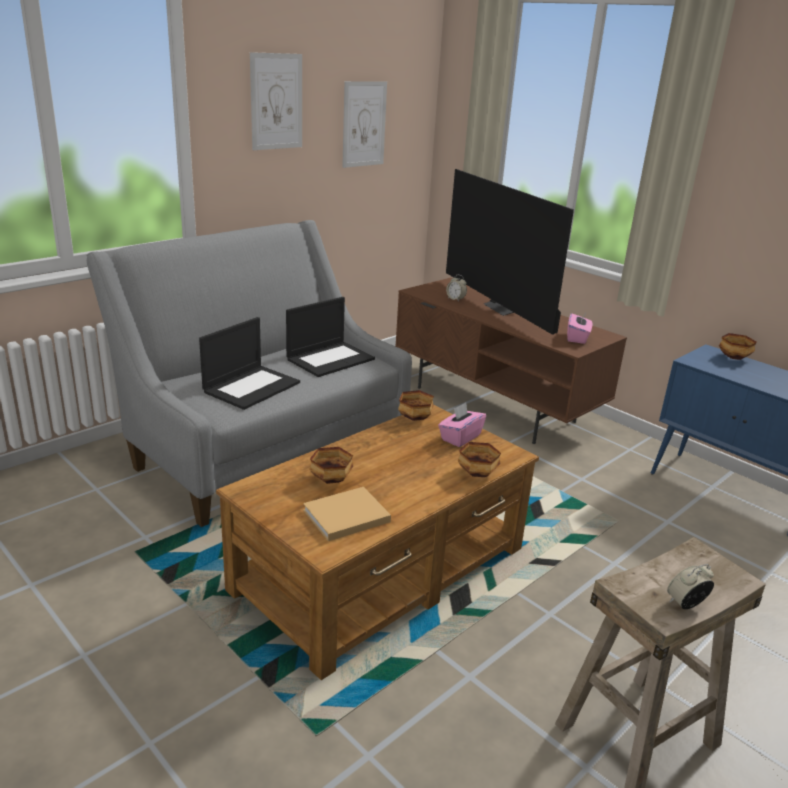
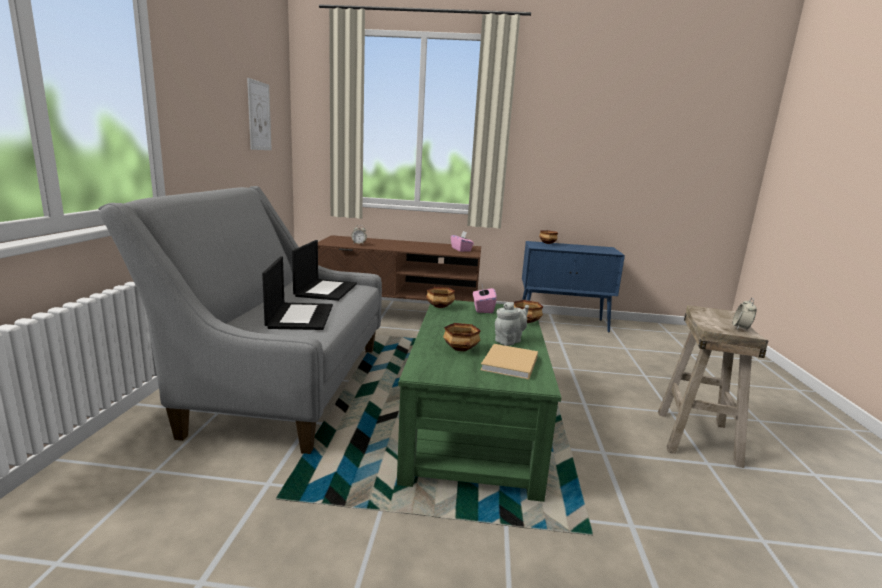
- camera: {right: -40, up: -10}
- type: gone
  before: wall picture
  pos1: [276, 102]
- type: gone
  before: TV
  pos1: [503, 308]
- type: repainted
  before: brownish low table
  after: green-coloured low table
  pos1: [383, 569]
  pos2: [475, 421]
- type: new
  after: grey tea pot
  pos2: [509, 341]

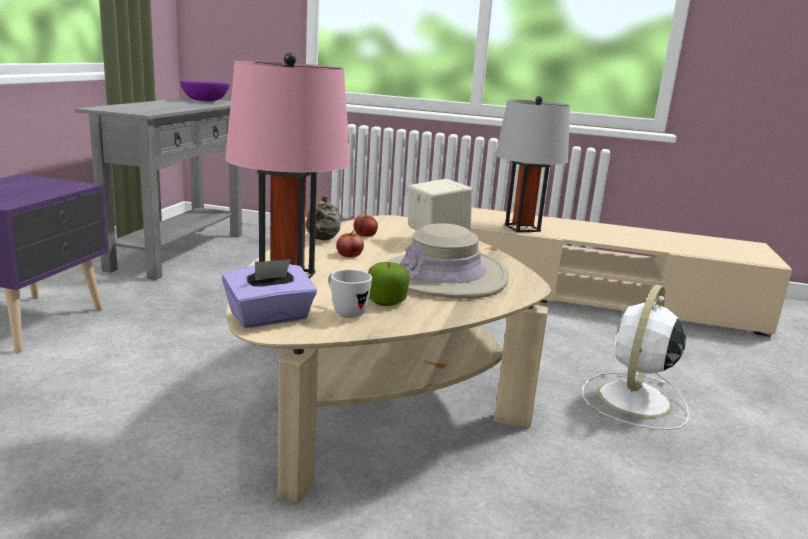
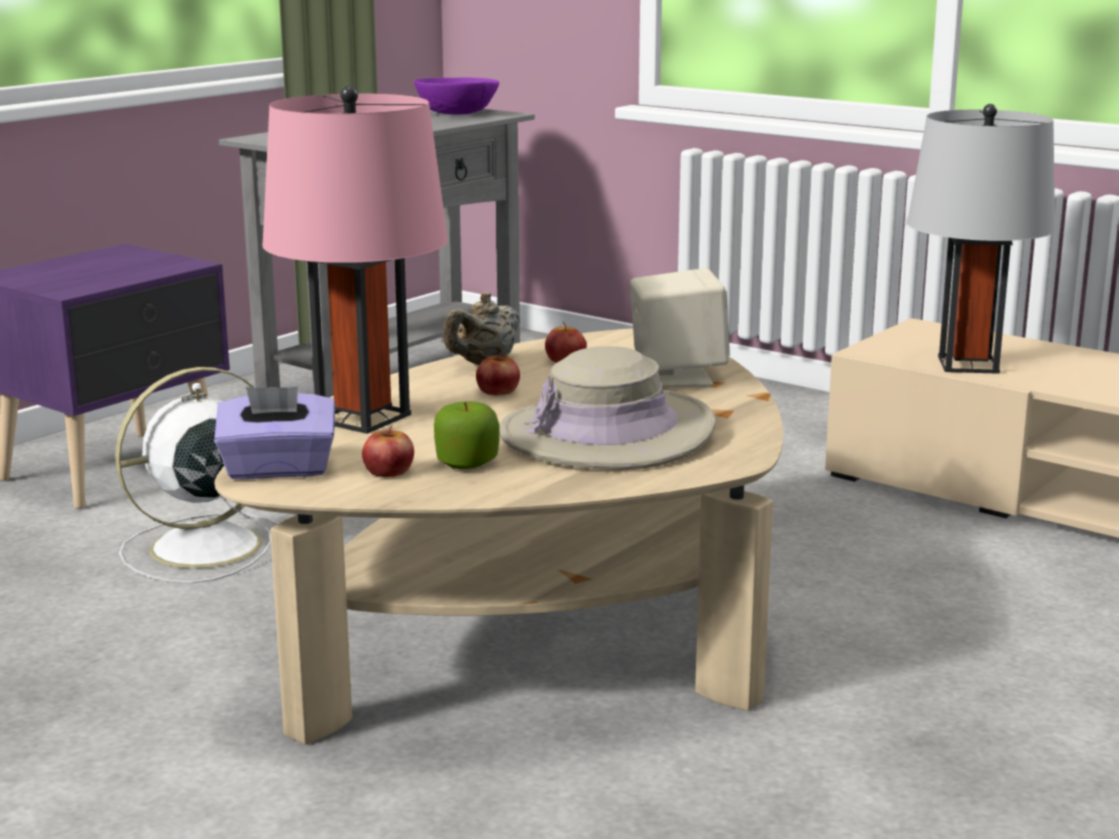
- camera: {right: 25, up: 0}
- type: swapped
  before: whitish mug
  after: whole apple
  pos1: [345, 312]
  pos2: [388, 471]
- type: shifted
  before: whitish fan
  pos1: [633, 400]
  pos2: [200, 548]

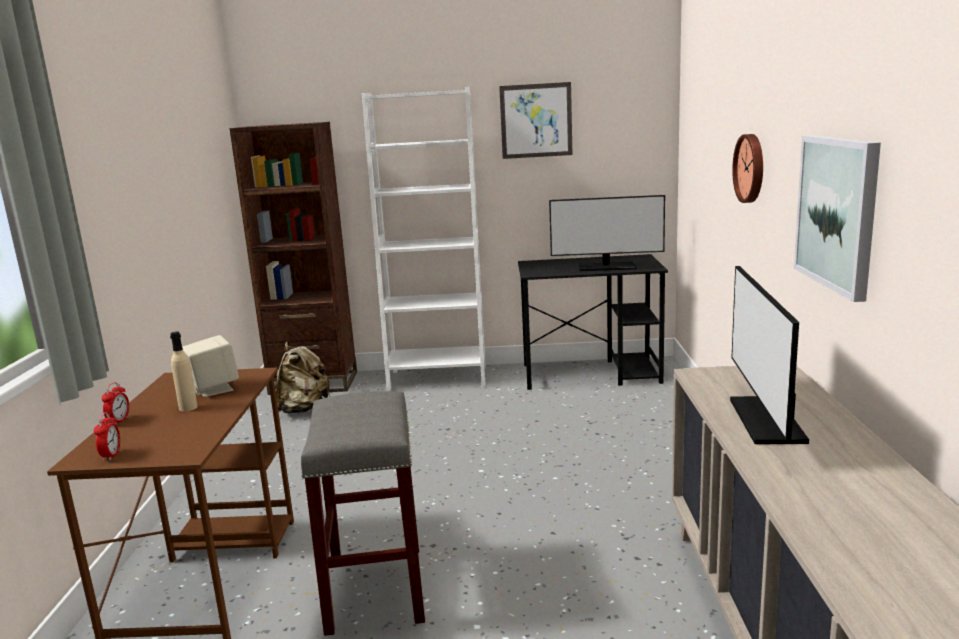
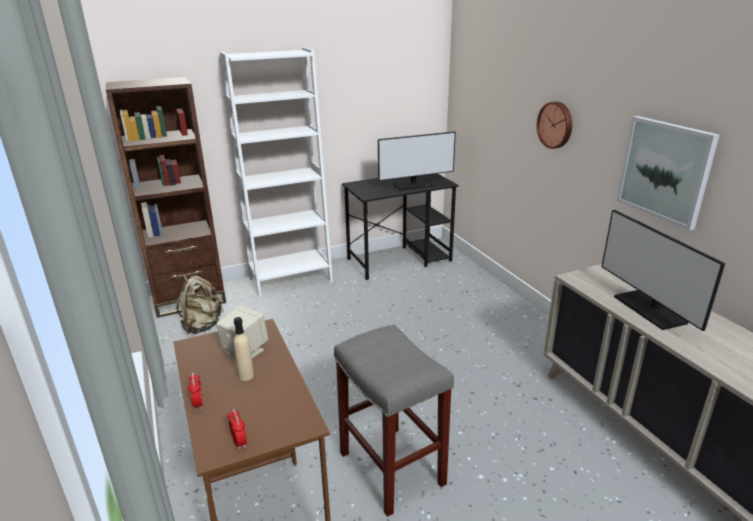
- camera: {right: -25, up: 10}
- type: gone
  before: wall picture
  pos1: [536, 120]

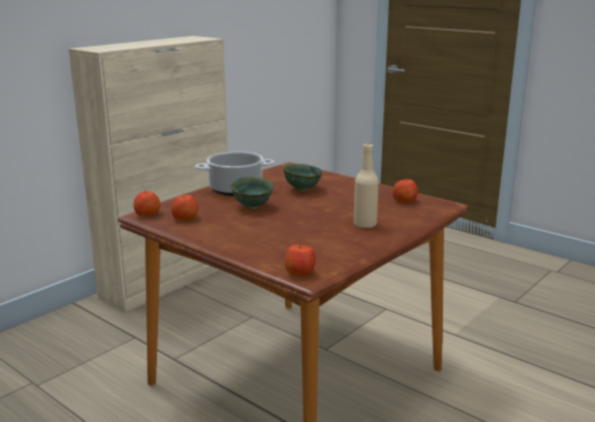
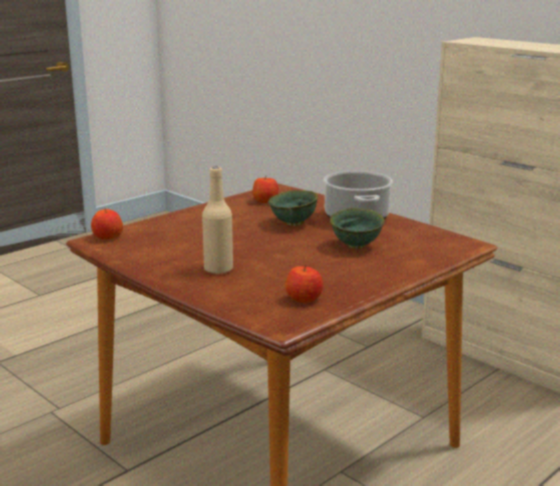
- camera: {right: 95, up: 0}
- type: gone
  before: whole apple
  pos1: [147, 214]

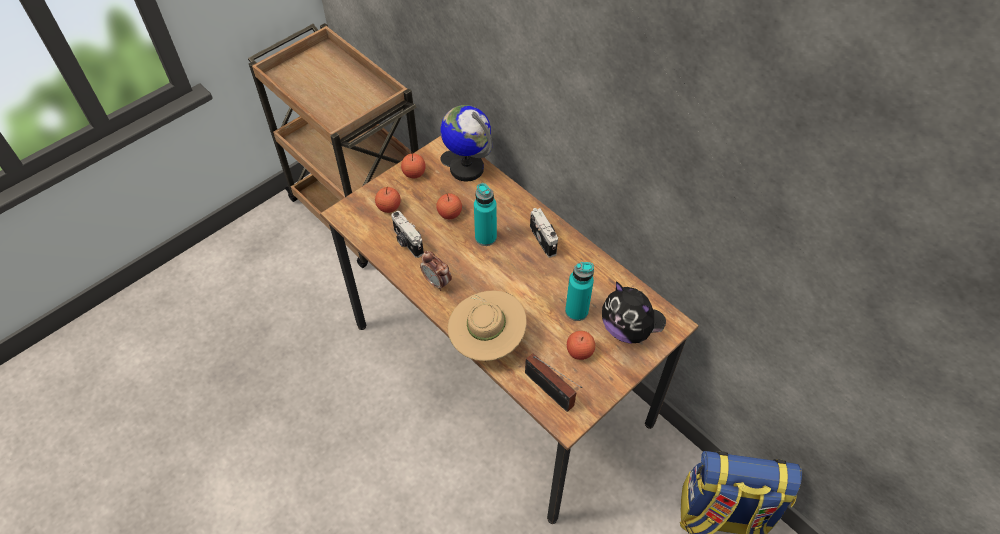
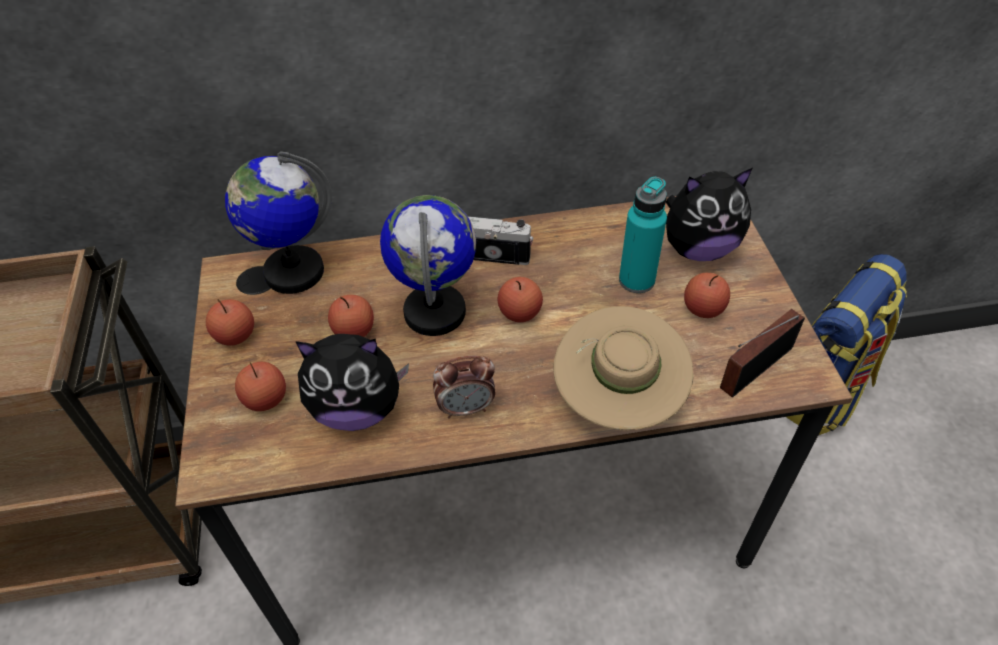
- camera: {right: -55, up: -5}
- type: swapped
  before: blue-green drink bottle
  after: globe
  pos1: [485, 237]
  pos2: [435, 312]
- type: swapped
  before: photo camera
  after: plush toy
  pos1: [407, 242]
  pos2: [357, 409]
- type: rotated
  before: radio set
  pos1: [551, 392]
  pos2: [751, 370]
  turn: 150
- type: new
  after: whole apple
  pos2: [520, 313]

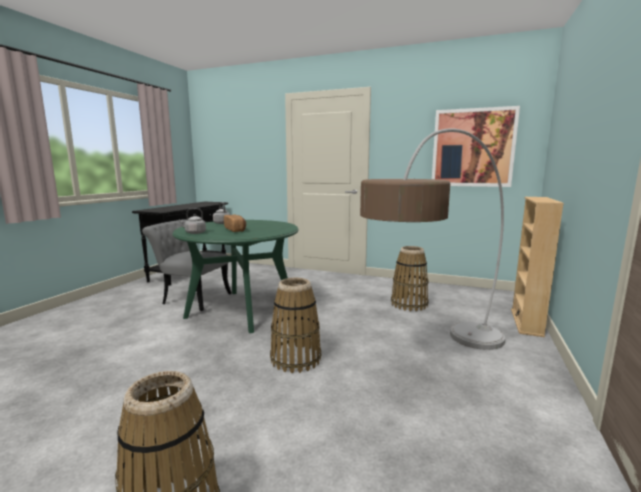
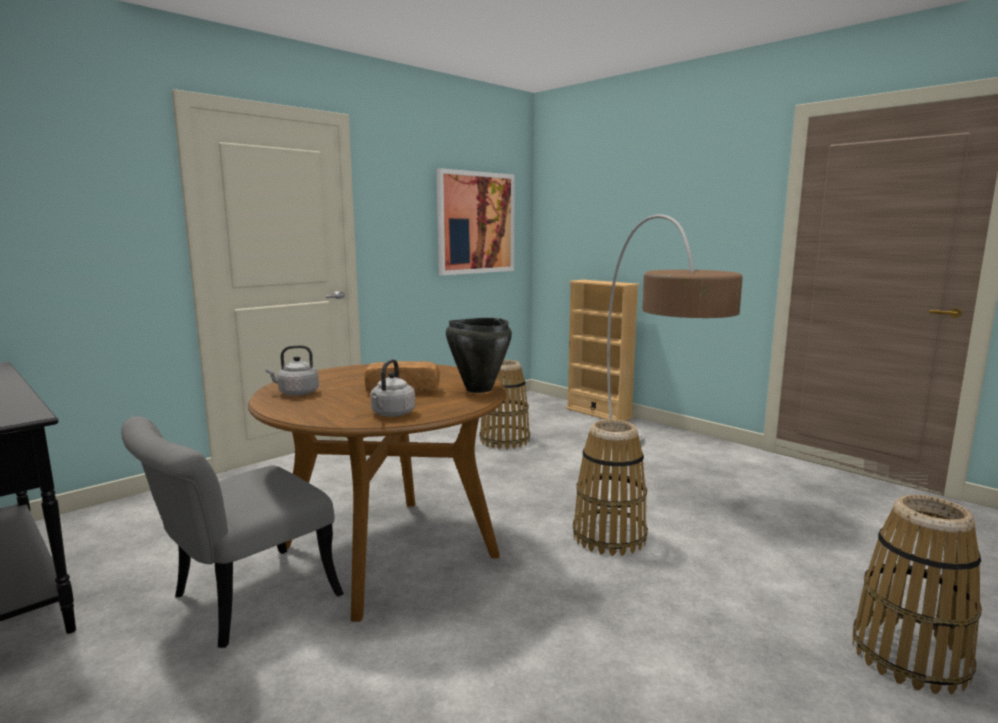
- camera: {right: -65, up: 0}
- type: repainted
  before: green-coloured dinner table
  after: brownish dinner table
  pos1: [241, 310]
  pos2: [388, 552]
- type: new
  after: blackish saucepot
  pos2: [478, 389]

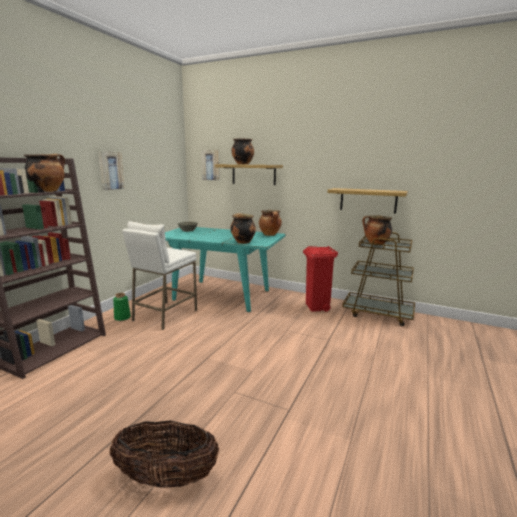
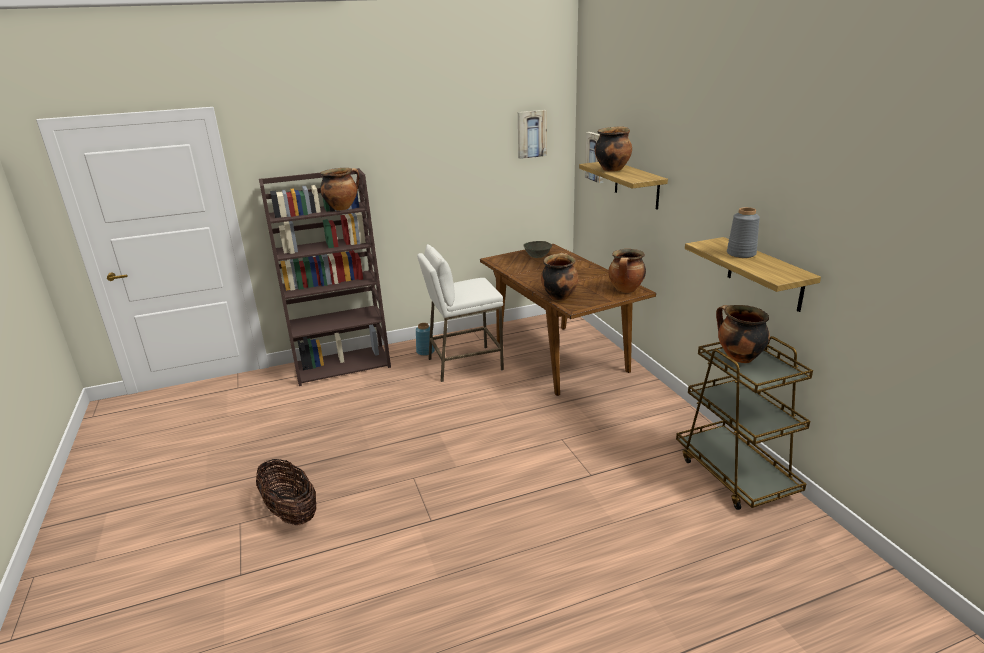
- camera: {right: 45, up: 10}
- type: shifted
  before: wall picture
  pos1: [110, 170]
  pos2: [531, 134]
- type: repainted
  before: blue-green dinner table
  after: brownish dinner table
  pos1: [221, 295]
  pos2: [559, 357]
- type: gone
  before: reddish trash can
  pos1: [317, 307]
- type: repainted
  before: green-coloured decorative vase
  after: blue-coloured decorative vase
  pos1: [122, 317]
  pos2: [425, 351]
- type: new
  after: grey decorative vase
  pos2: [741, 254]

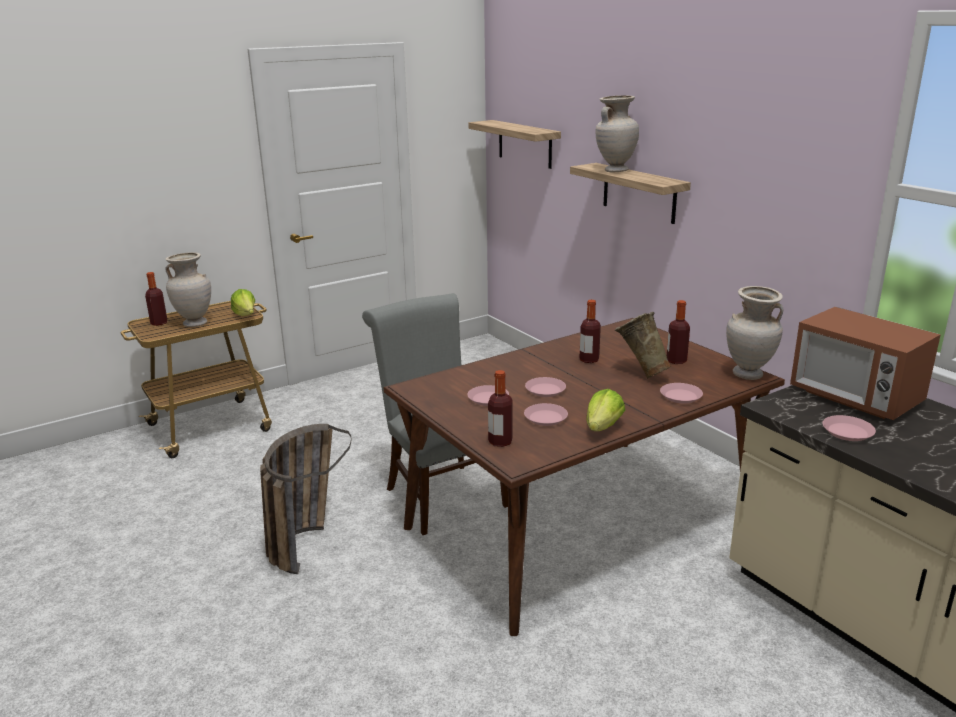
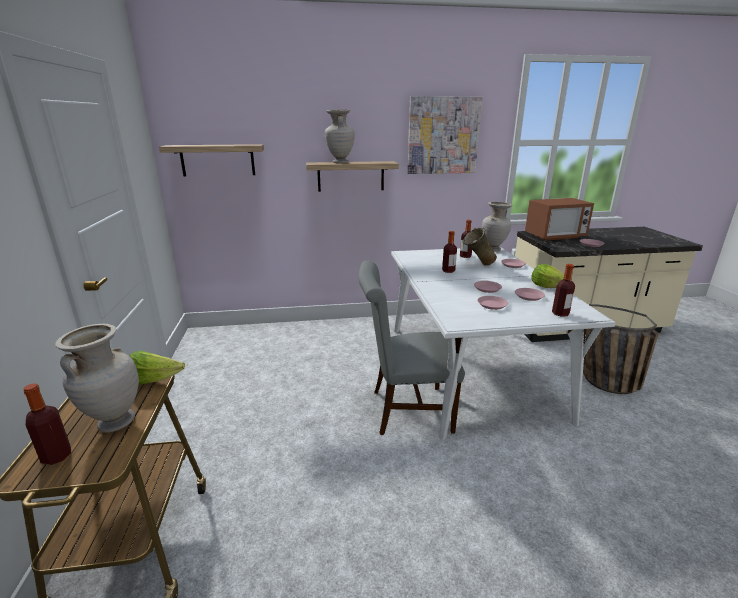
- camera: {right: -65, up: 0}
- type: repainted
  before: brownish dinner table
  after: whitish dinner table
  pos1: [578, 524]
  pos2: [470, 370]
- type: shifted
  before: household basket
  pos1: [305, 540]
  pos2: [597, 380]
- type: new
  after: wall picture
  pos2: [443, 136]

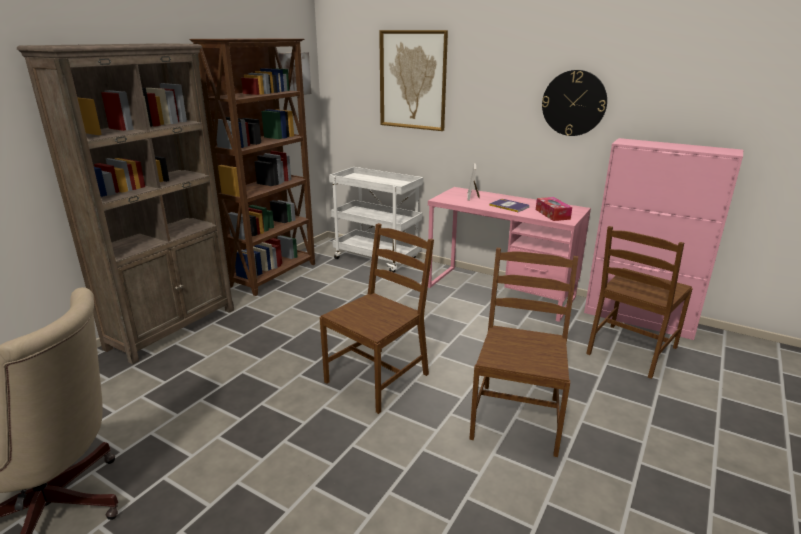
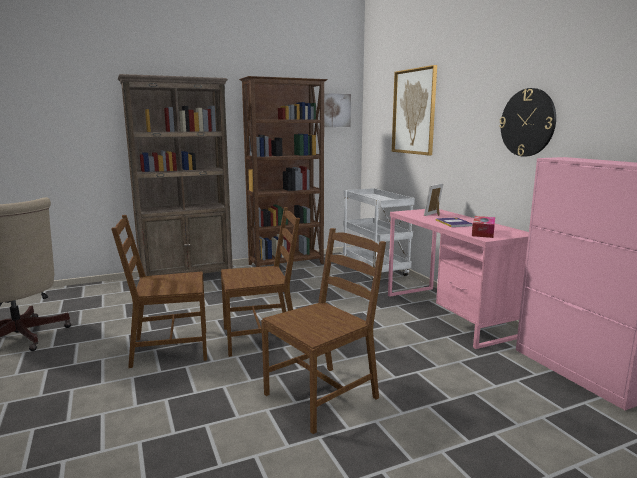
- camera: {right: 35, up: -10}
- type: shifted
  before: brownish upright chair
  pos1: [631, 350]
  pos2: [169, 349]

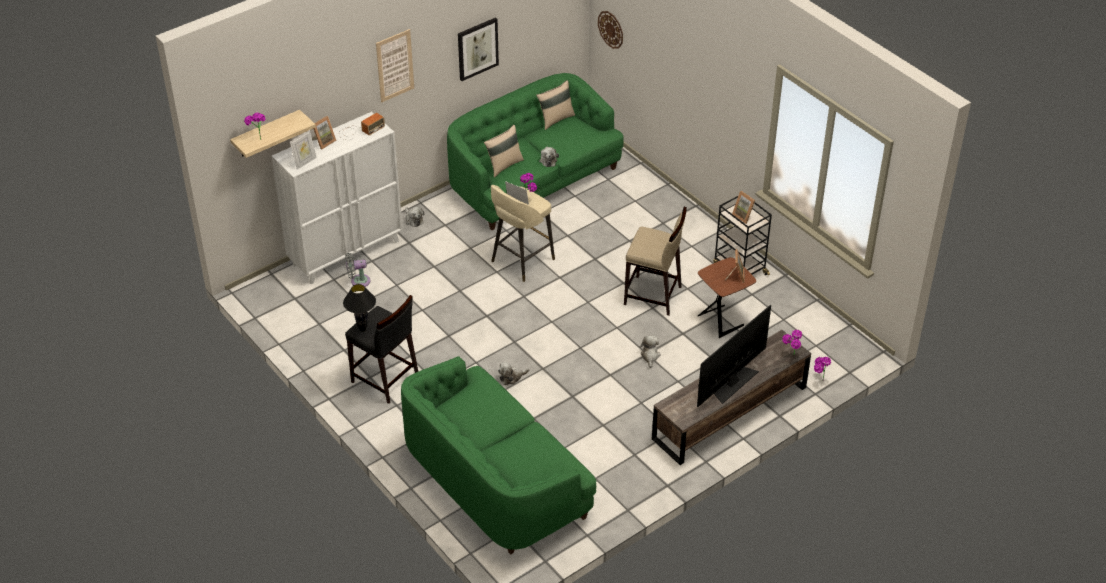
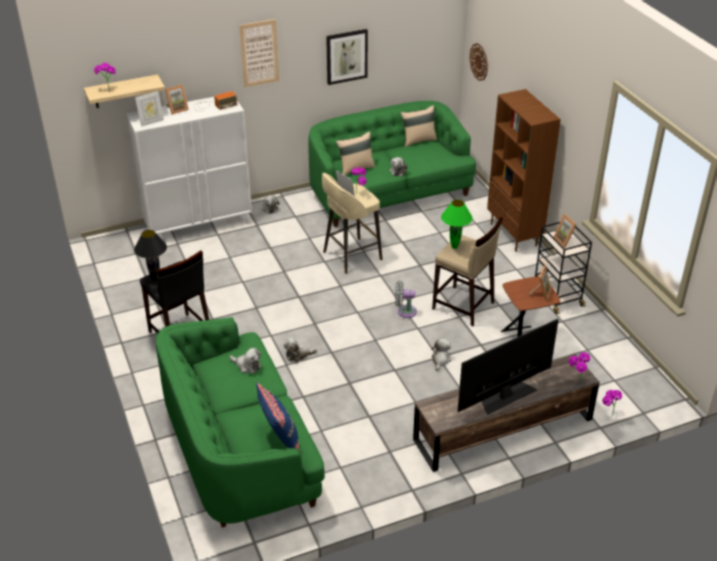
- camera: {right: 15, up: -5}
- type: shifted
  before: grey fan
  pos1: [358, 281]
  pos2: [404, 311]
- type: new
  after: brownish bookcase
  pos2: [514, 234]
- type: new
  after: green-coloured table lamp
  pos2: [454, 247]
- type: new
  after: plush toy
  pos2: [247, 366]
- type: new
  after: blue-coloured cushion
  pos2: [279, 437]

